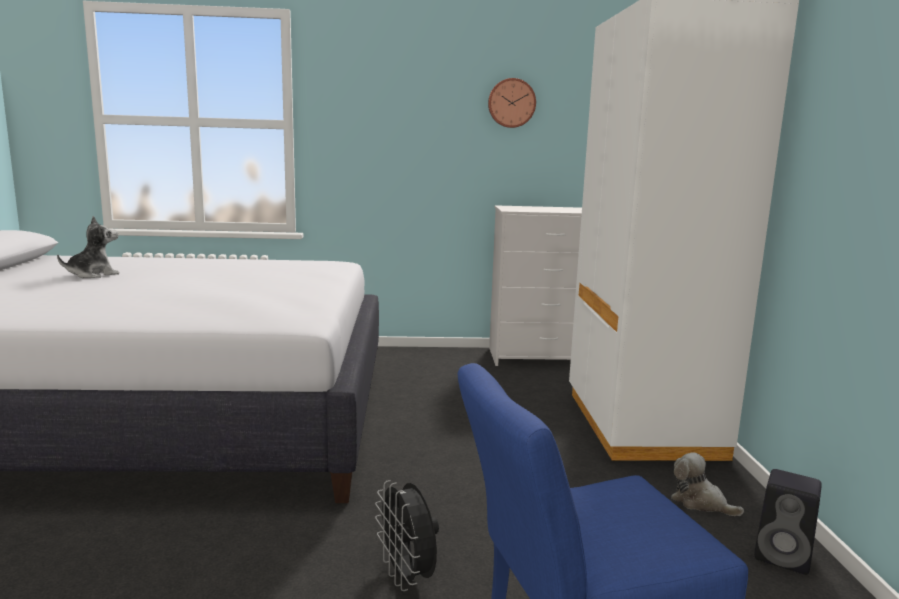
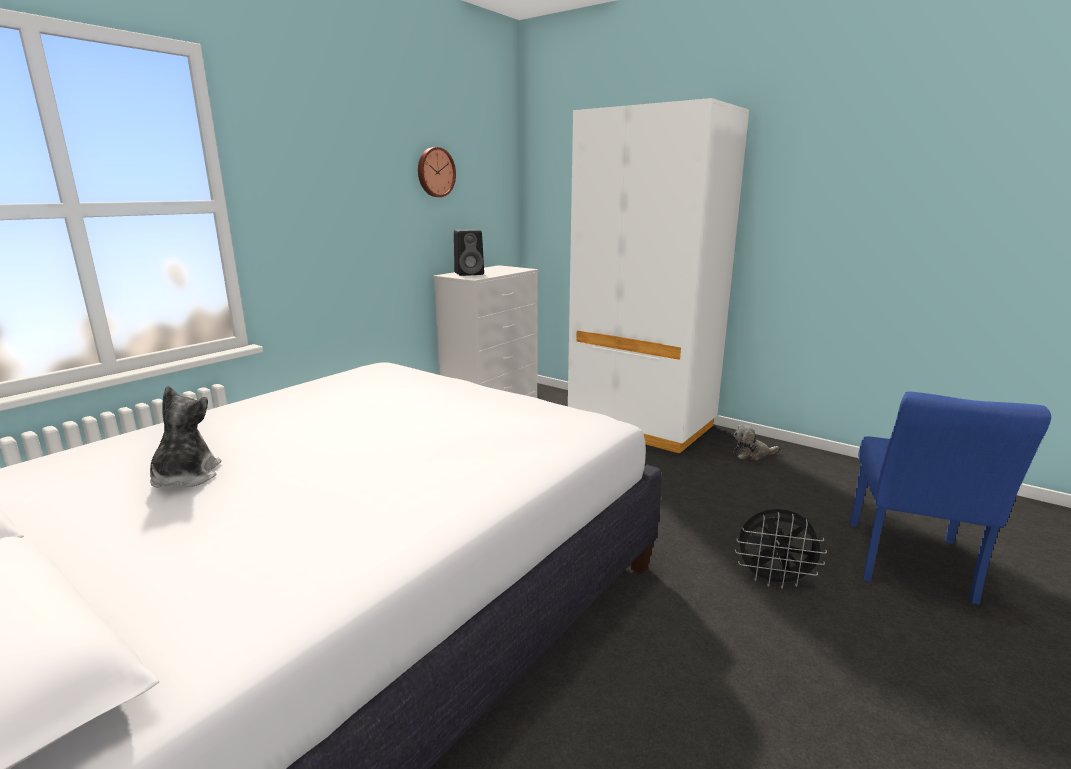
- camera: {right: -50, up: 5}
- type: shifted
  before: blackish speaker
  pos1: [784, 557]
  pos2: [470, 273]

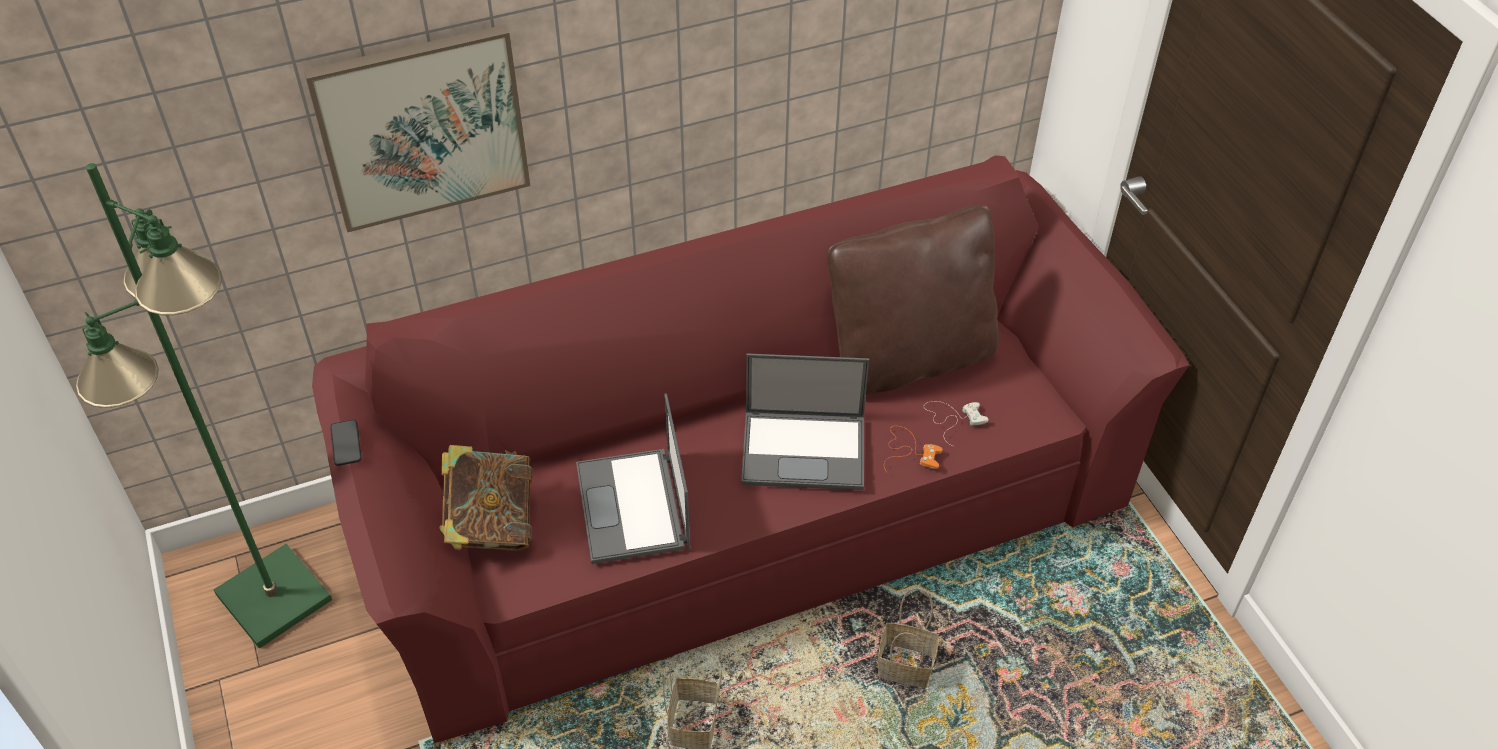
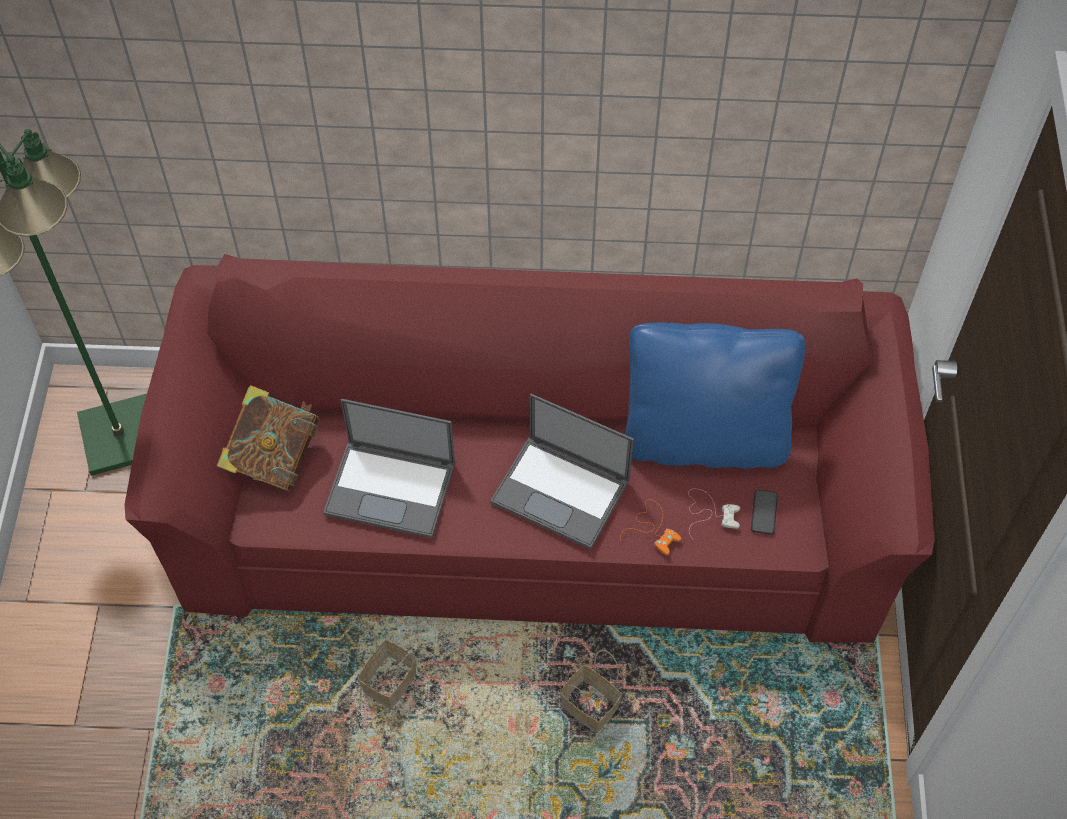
- camera: {right: 25, up: 10}
- type: gone
  before: wall picture
  pos1: [422, 127]
- type: repainted
  before: brownish cushion
  after: blue-coloured cushion
  pos1: [908, 358]
  pos2: [704, 438]
- type: rotated
  before: portable computer
  pos1: [633, 507]
  pos2: [392, 488]
  turn: -90
- type: shifted
  before: phone
  pos1: [346, 443]
  pos2: [764, 512]

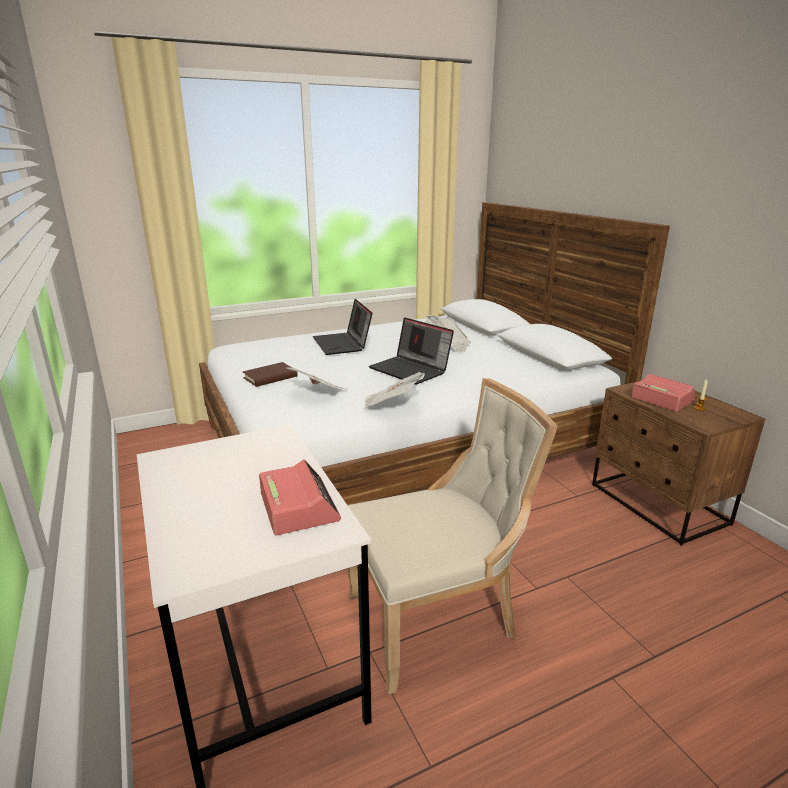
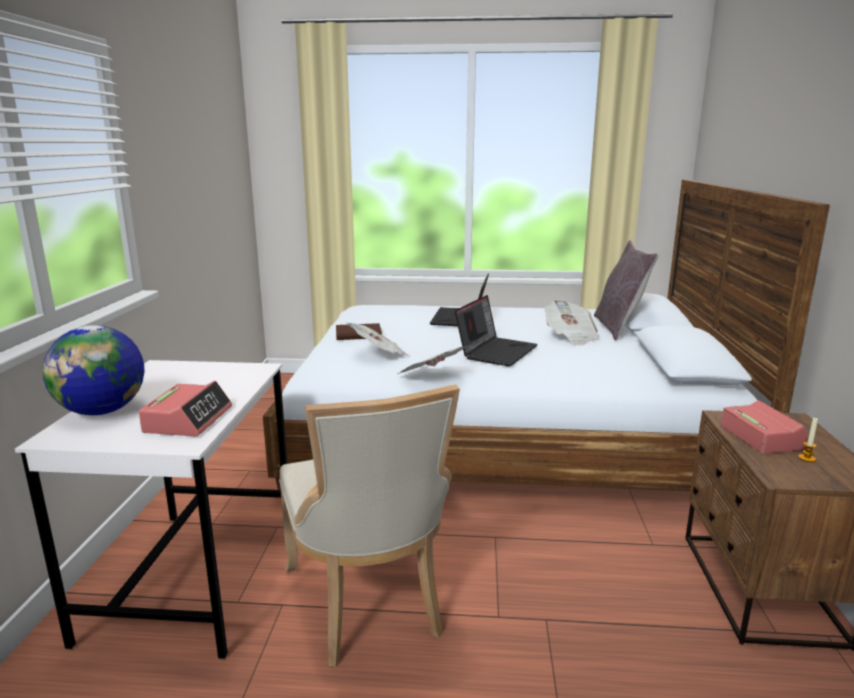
- camera: {right: 30, up: -5}
- type: rotated
  before: portable computer
  pos1: [411, 370]
  pos2: [496, 351]
  turn: -135
- type: rotated
  before: beige-coloured upright chair
  pos1: [437, 619]
  pos2: [368, 603]
  turn: 60
- type: new
  after: grey cushion
  pos2: [619, 328]
- type: new
  after: globe
  pos2: [102, 411]

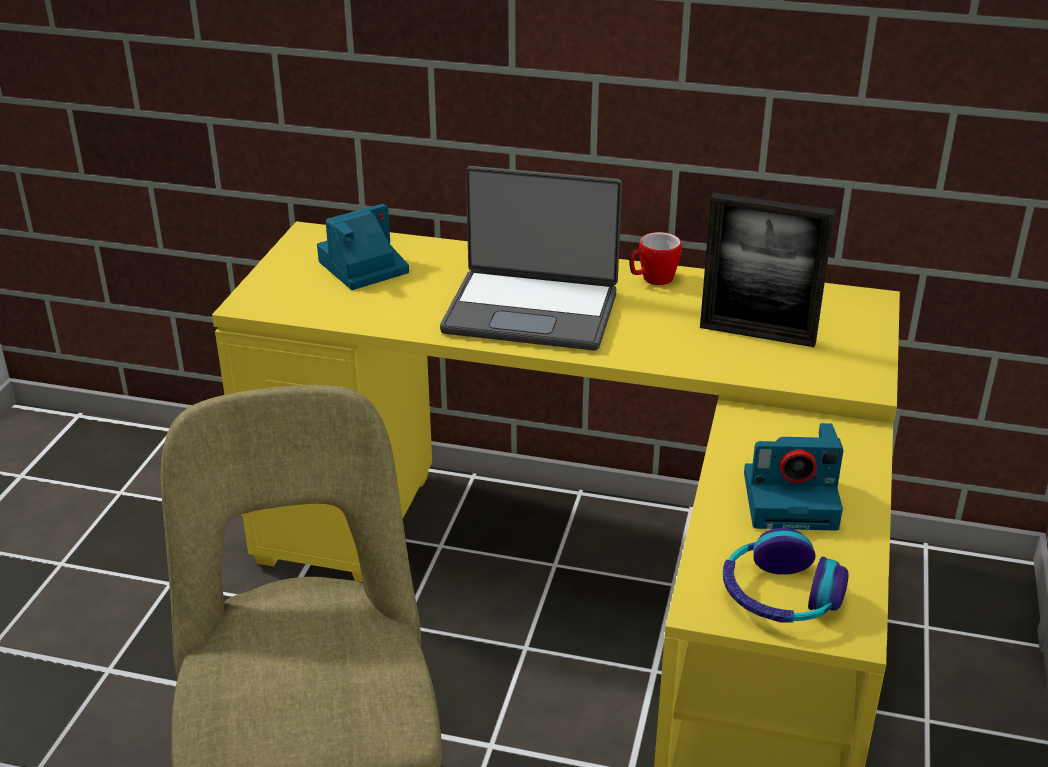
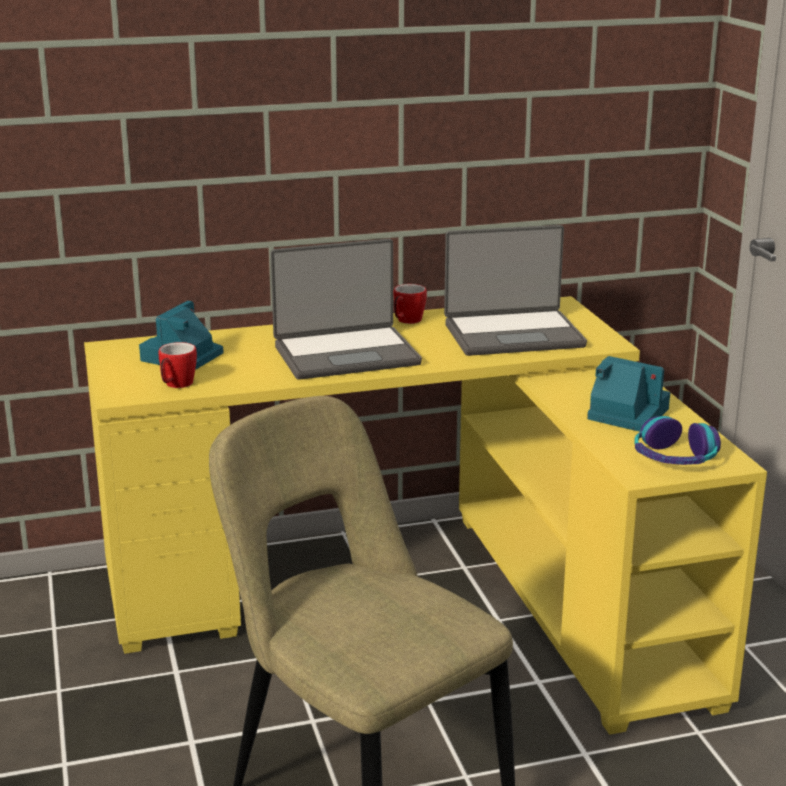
- camera: {right: -30, up: -10}
- type: swapped
  before: standing frame
  after: portable computer
  pos1: [757, 334]
  pos2: [513, 334]
- type: rotated
  before: photo camera
  pos1: [792, 499]
  pos2: [625, 414]
  turn: -120
- type: new
  after: mug
  pos2: [176, 385]

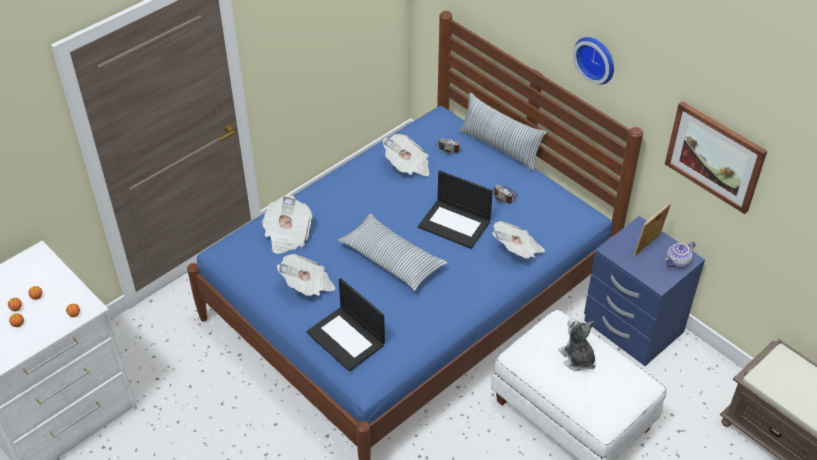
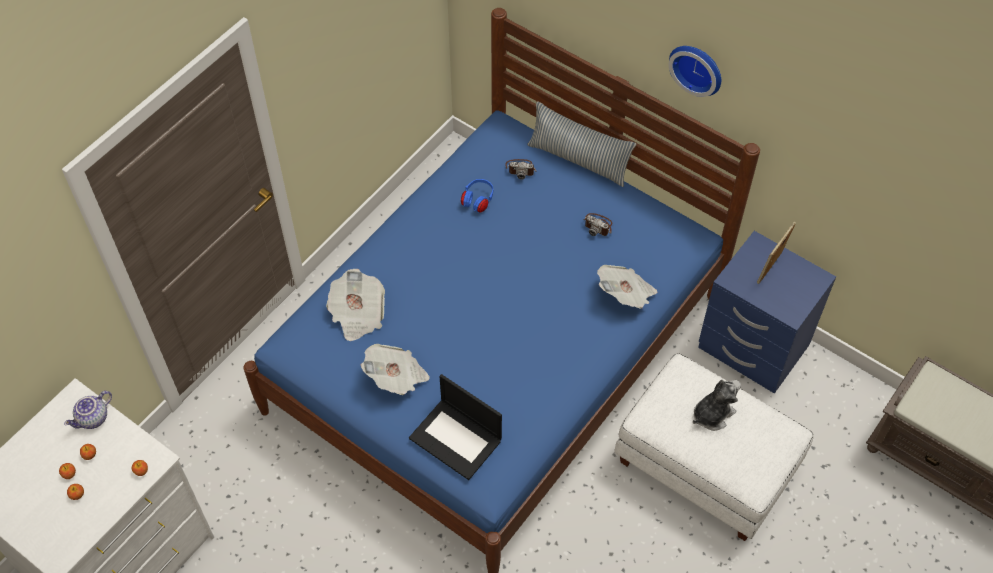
- camera: {right: -10, up: 10}
- type: gone
  before: wall picture
  pos1: [715, 156]
- type: swapped
  before: newspaper
  after: blue-coloured pair of headphones
  pos1: [407, 166]
  pos2: [477, 201]
- type: gone
  before: portable computer
  pos1: [455, 224]
- type: gone
  before: cushion
  pos1: [392, 259]
- type: shifted
  before: tea pot
  pos1: [677, 263]
  pos2: [93, 419]
- type: rotated
  before: plush toy
  pos1: [577, 358]
  pos2: [712, 414]
  turn: 90

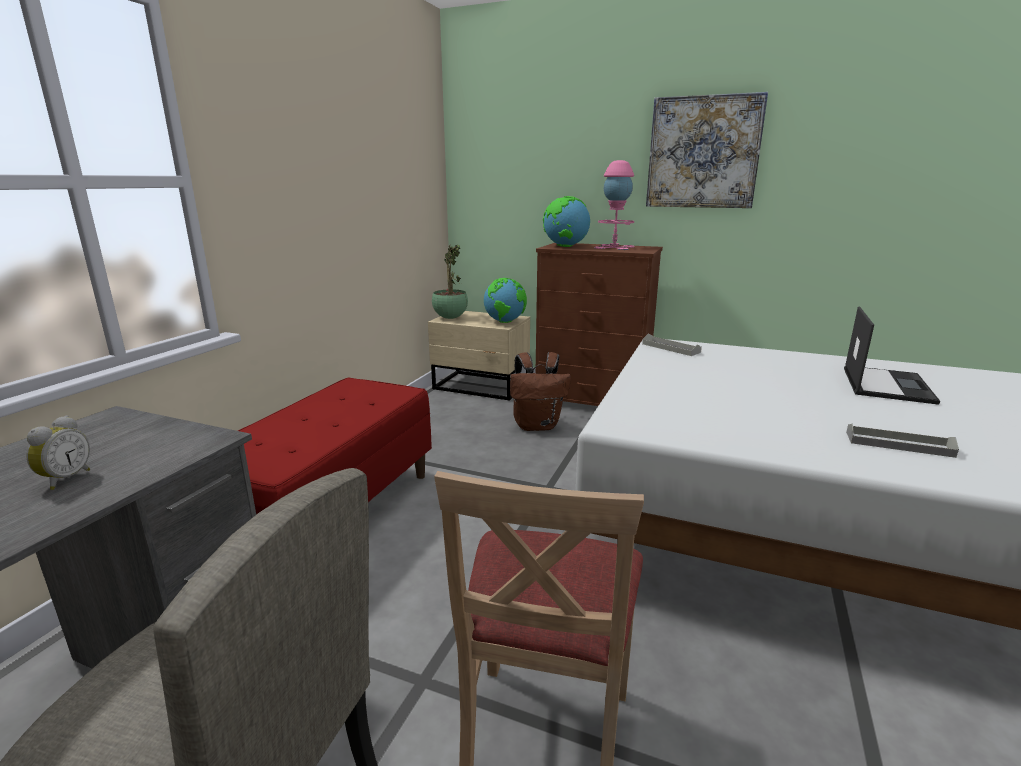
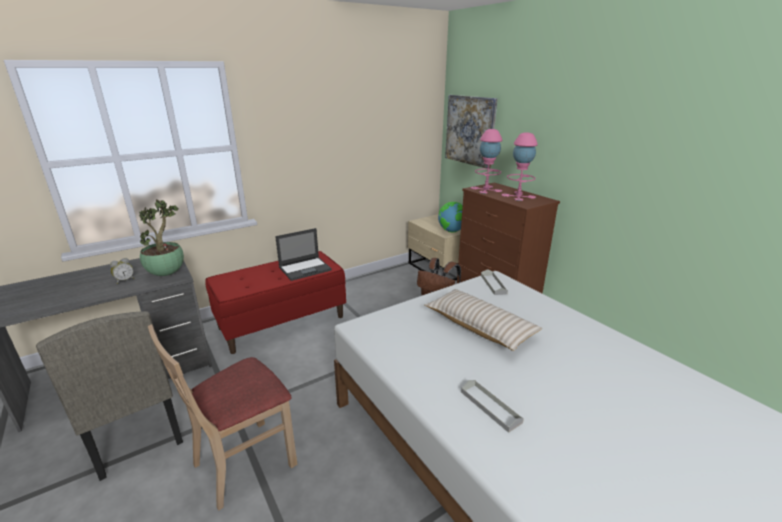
- camera: {right: 35, up: 5}
- type: shifted
  before: wall picture
  pos1: [703, 153]
  pos2: [470, 130]
- type: swapped
  before: globe
  after: pink table lamp
  pos1: [565, 246]
  pos2: [486, 189]
- type: shifted
  before: potted plant
  pos1: [450, 318]
  pos2: [167, 273]
- type: shifted
  before: portable computer
  pos1: [886, 384]
  pos2: [305, 268]
- type: new
  after: beige-coloured cushion
  pos2: [479, 327]

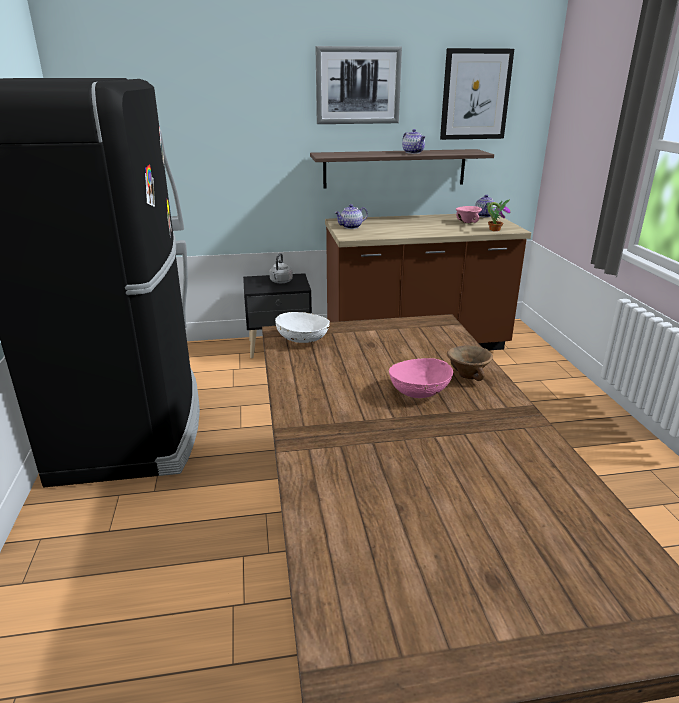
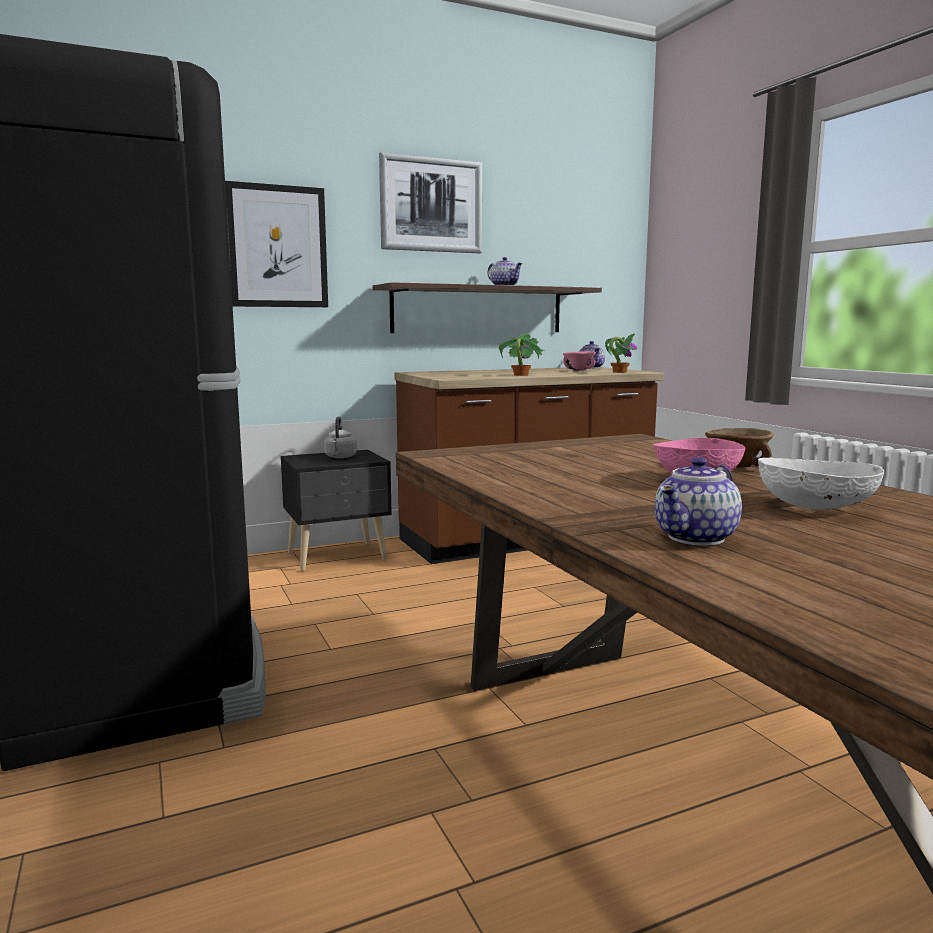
- camera: {right: -15, up: -15}
- type: shifted
  before: wall picture
  pos1: [475, 95]
  pos2: [277, 247]
- type: shifted
  before: tea pot
  pos1: [351, 227]
  pos2: [697, 538]
- type: shifted
  before: whitish serving bowl
  pos1: [303, 339]
  pos2: [815, 507]
- type: new
  after: potted plant
  pos2: [520, 375]

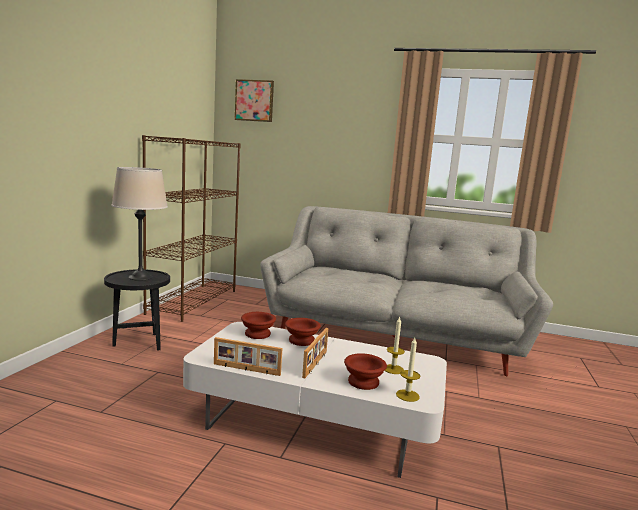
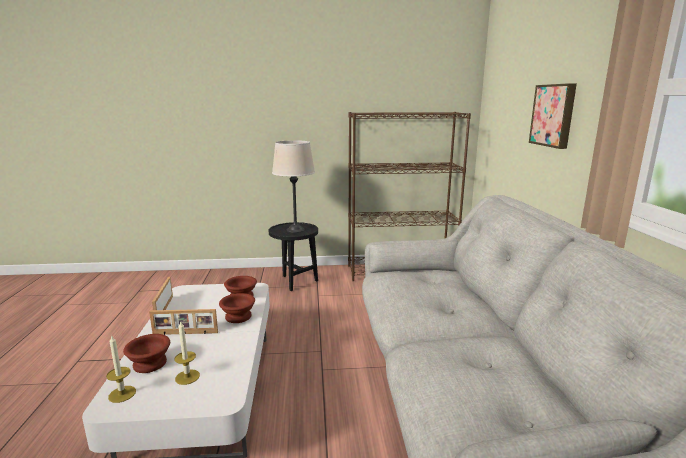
- camera: {right: 70, up: 5}
- type: shifted
  before: wall picture
  pos1: [254, 101]
  pos2: [554, 115]

